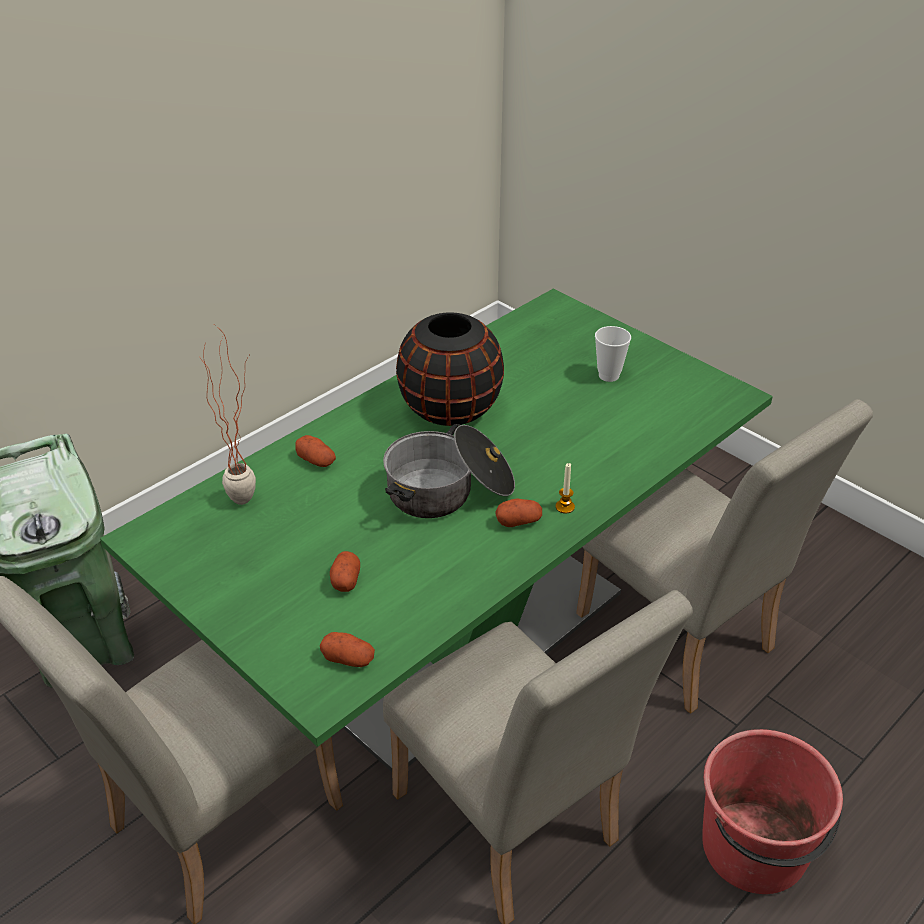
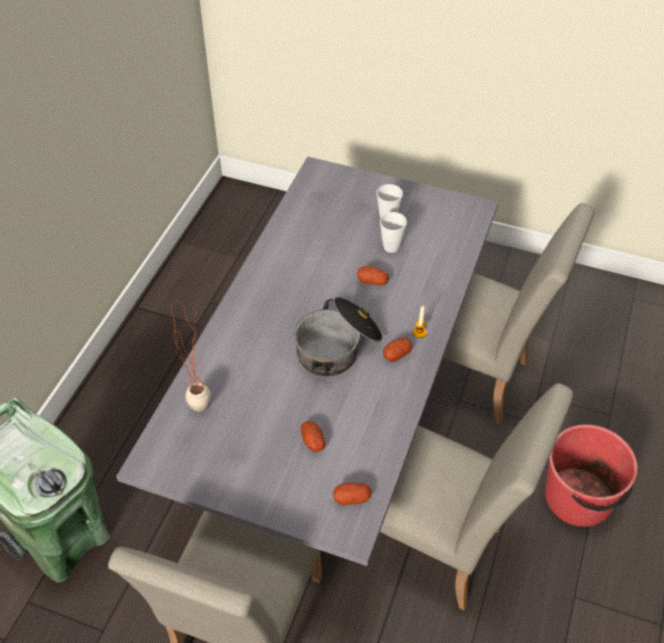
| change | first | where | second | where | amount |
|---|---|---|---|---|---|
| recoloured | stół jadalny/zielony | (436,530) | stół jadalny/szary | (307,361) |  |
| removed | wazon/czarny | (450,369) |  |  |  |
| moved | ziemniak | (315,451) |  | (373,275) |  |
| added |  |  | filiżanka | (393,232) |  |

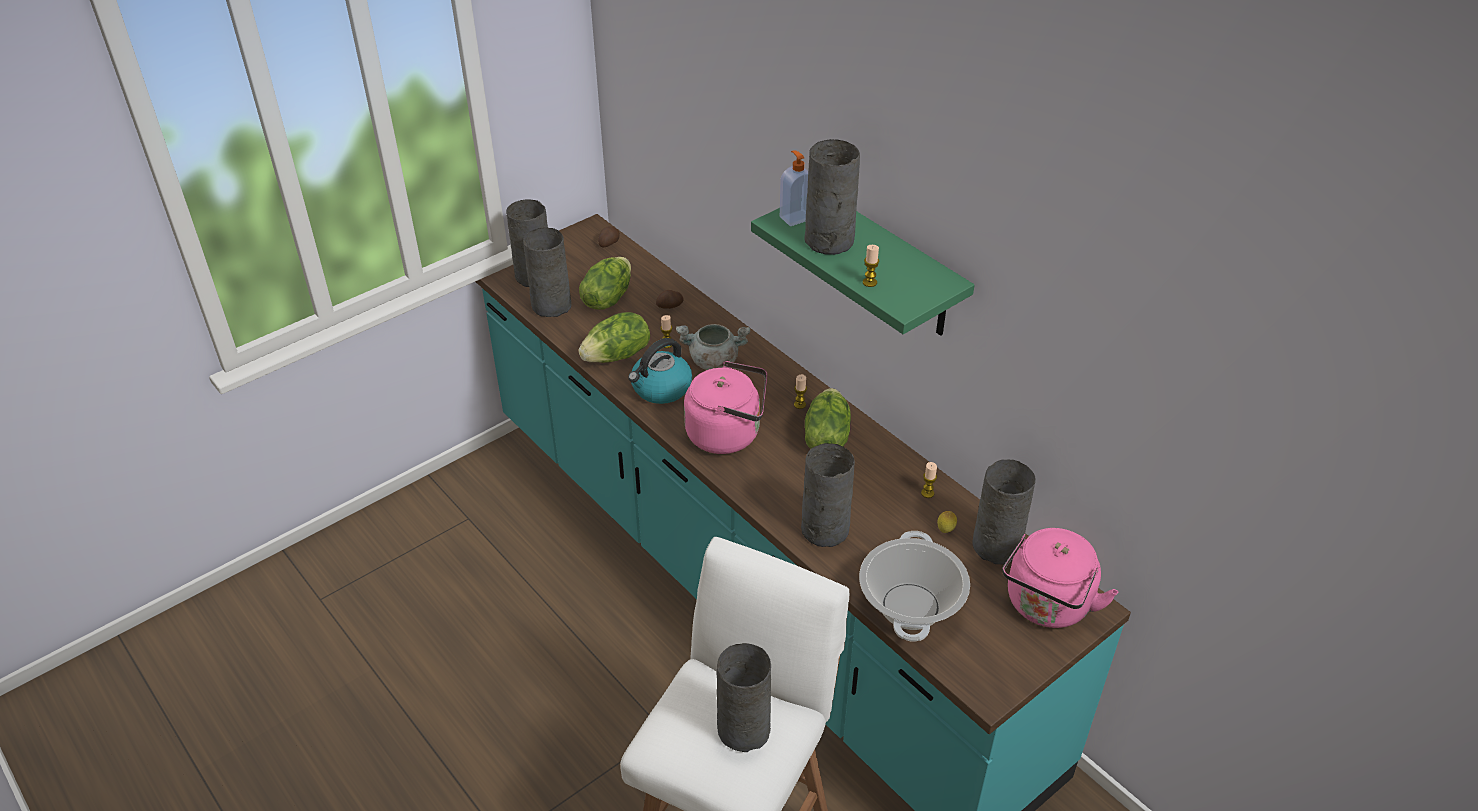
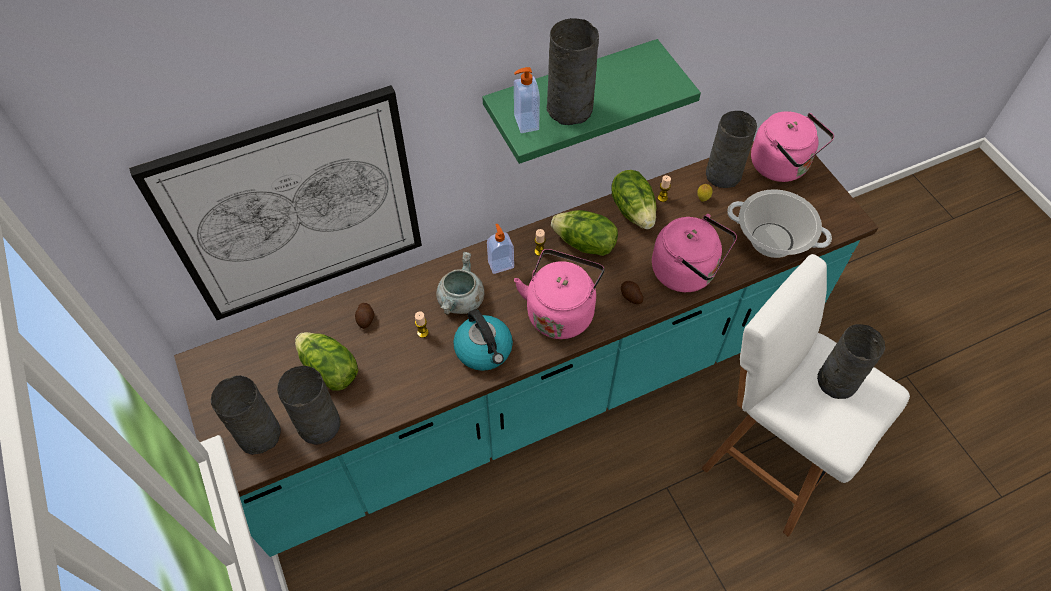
| change | first | where | second | where | amount |
|---|---|---|---|---|---|
| moved | ziemniak | (609,236) |  | (632,292) |  |
| removed | świeca | (871,266) |  |  |  |
| moved | sałata | (614,337) |  | (633,199) |  |
| replaced | wazon/szary | (828,495) | czajnik/różowy | (694,253) |  |
| added |  |  | obraz | (275,202) |  |
| added |  |  | dozownik mydła | (500,249) |  |

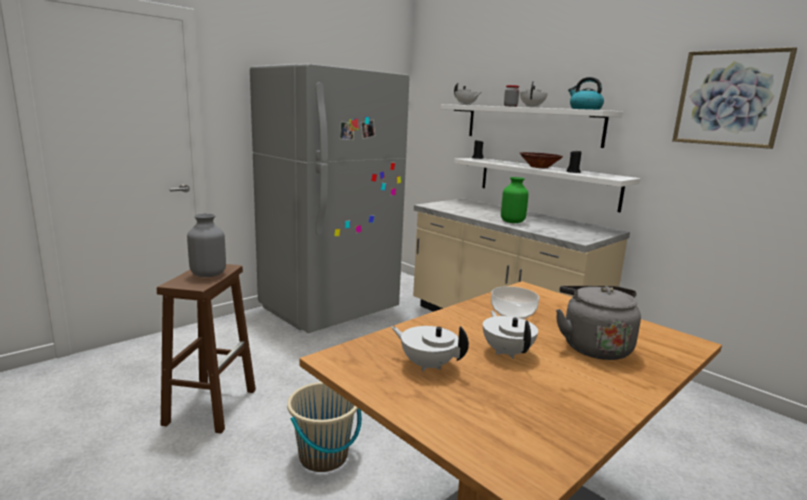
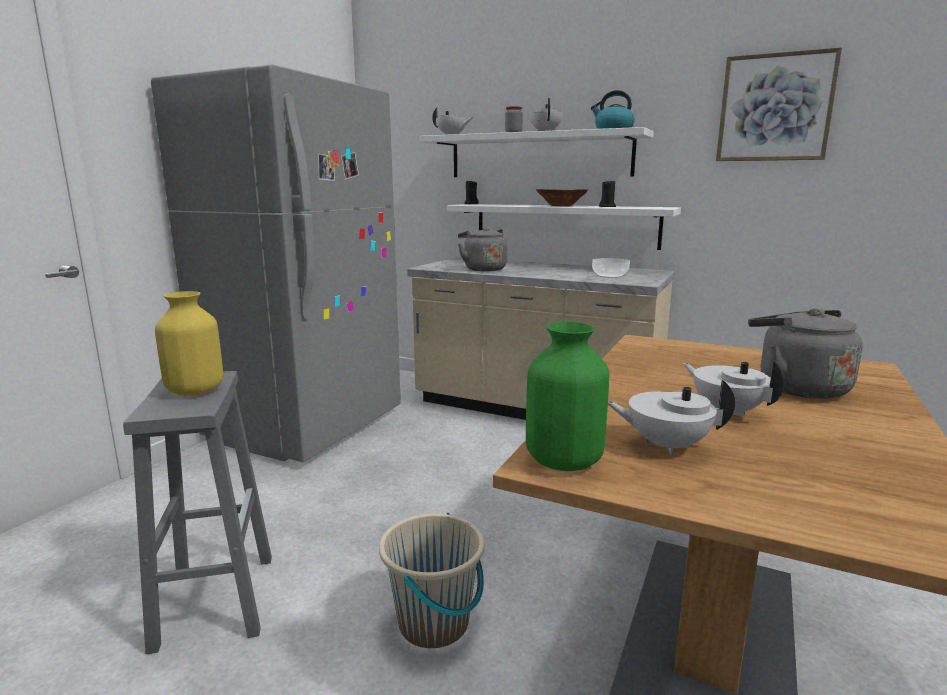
| change | first | where | second | where | amount |
|---|---|---|---|---|---|
| moved | wazon/zielony | (515,200) |  | (567,396) |  |
| recoloured | wazon/szary | (206,245) | wazon/żółty | (189,343) |  |
| recoloured | stołek/brązowy | (206,349) | stołek/szary | (197,512) |  |
| moved | miska | (515,302) |  | (611,268) |  |
| added |  |  | czajnik/szary | (482,249) |  |

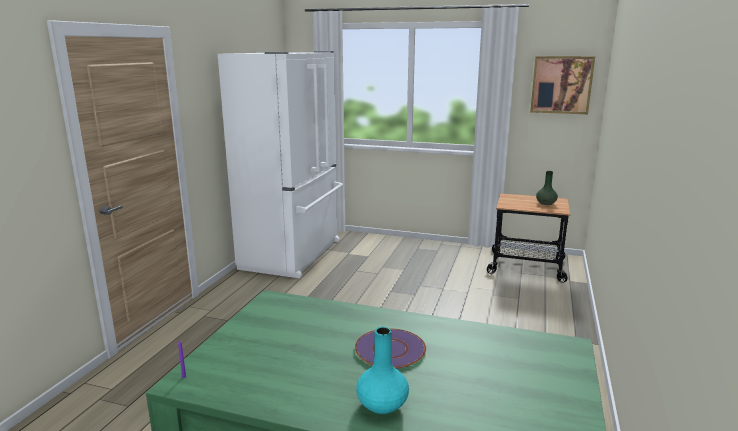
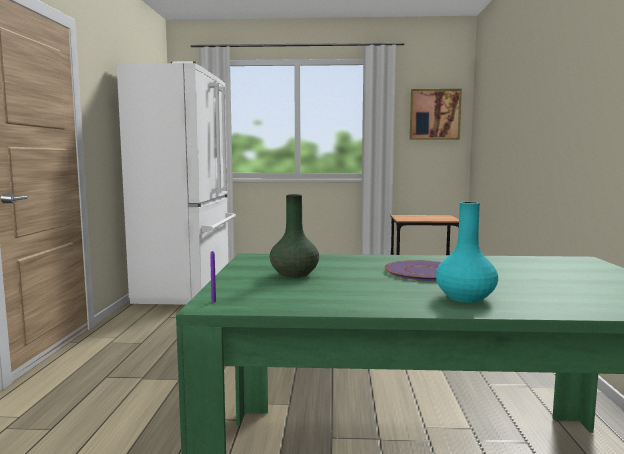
| change | first | where | second | where | amount |
|---|---|---|---|---|---|
| moved | wazon/zielony | (547,188) |  | (294,236) |  |

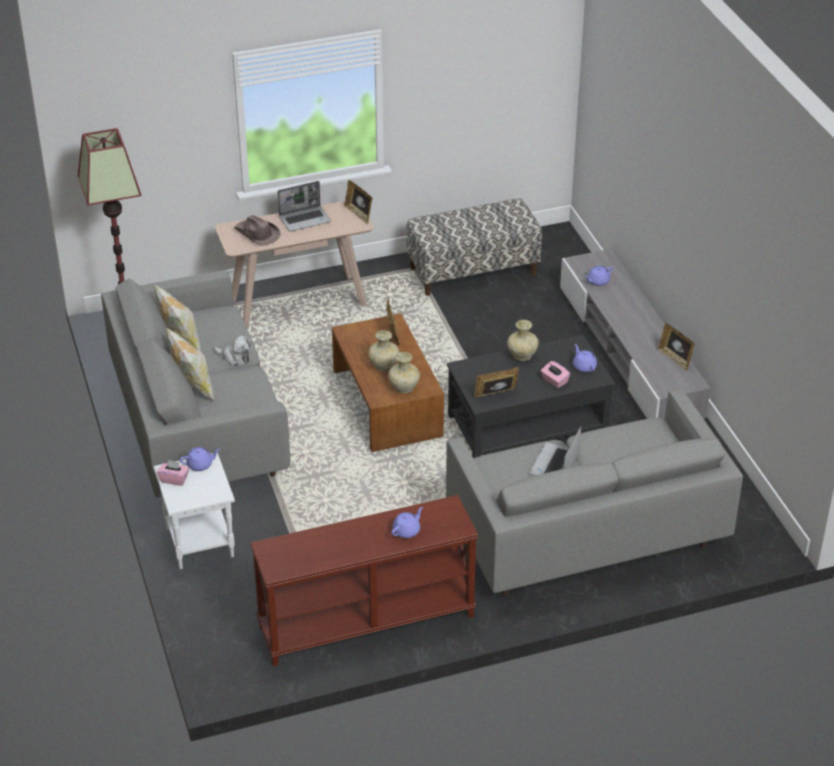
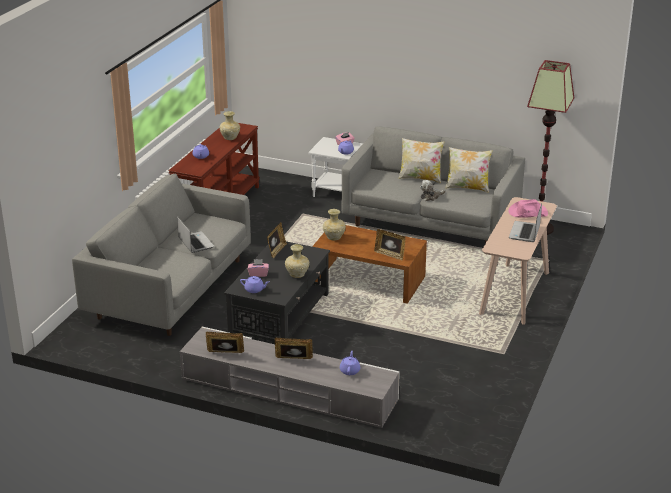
| change | first | where | second | where | amount |
|---|---|---|---|---|---|
| moved | ramka na zdjęcie | (358,202) |  | (294,348) |  |
| removed | ławka | (474,247) |  |  |  |
| recoloured | kapelusz/brązowy | (257,230) | kapelusz/różowy | (528,208) |  |
| moved | wazon/beżowy | (383,351) |  | (229,125) |  |

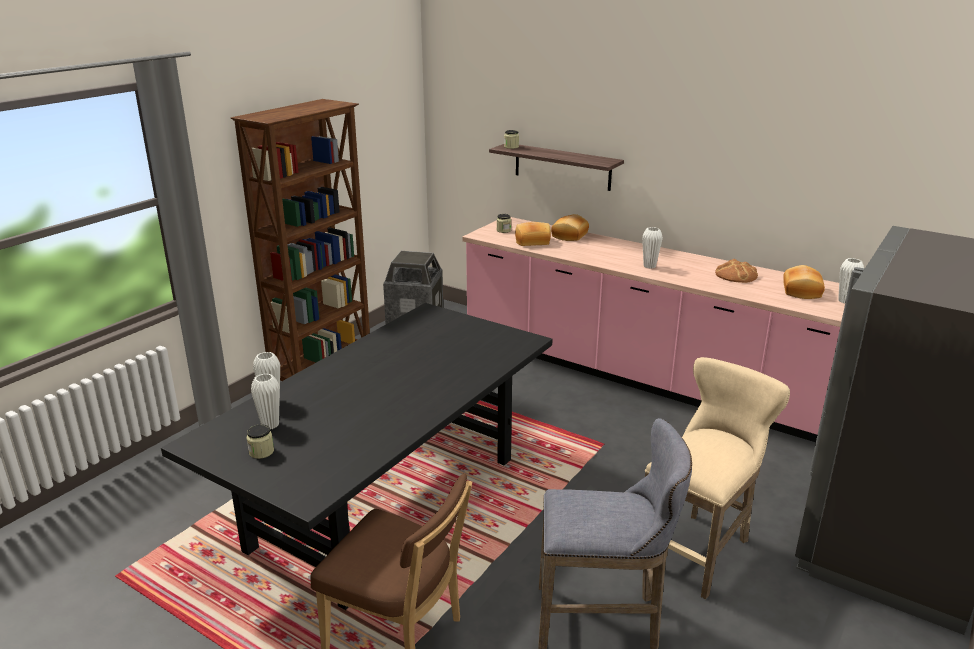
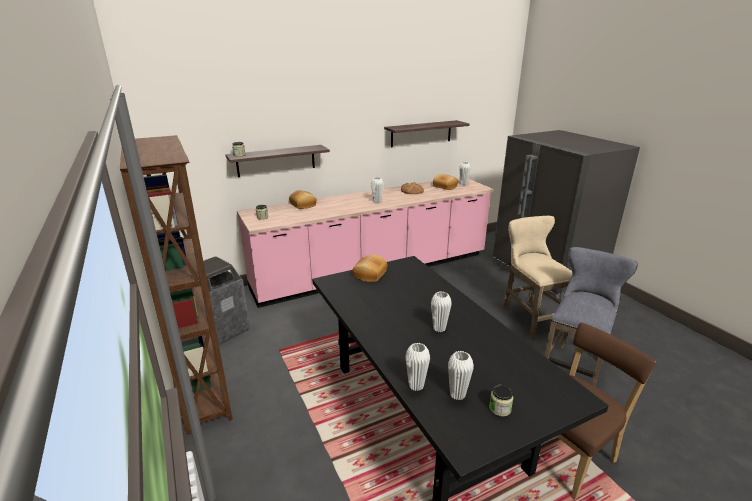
| change | first | where | second | where | amount |
|---|---|---|---|---|---|
| moved | chleb | (533,234) |  | (370,268) |  |
| added |  |  | półka | (427,134) |  |
| added |  |  | wazon/biały | (441,312) |  |

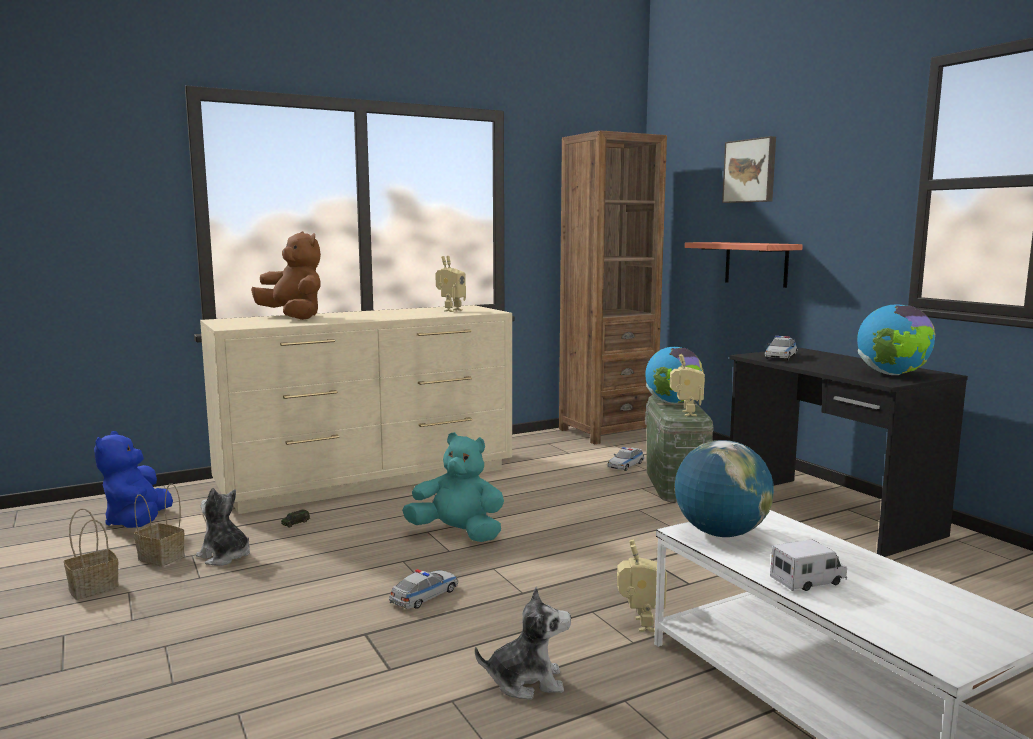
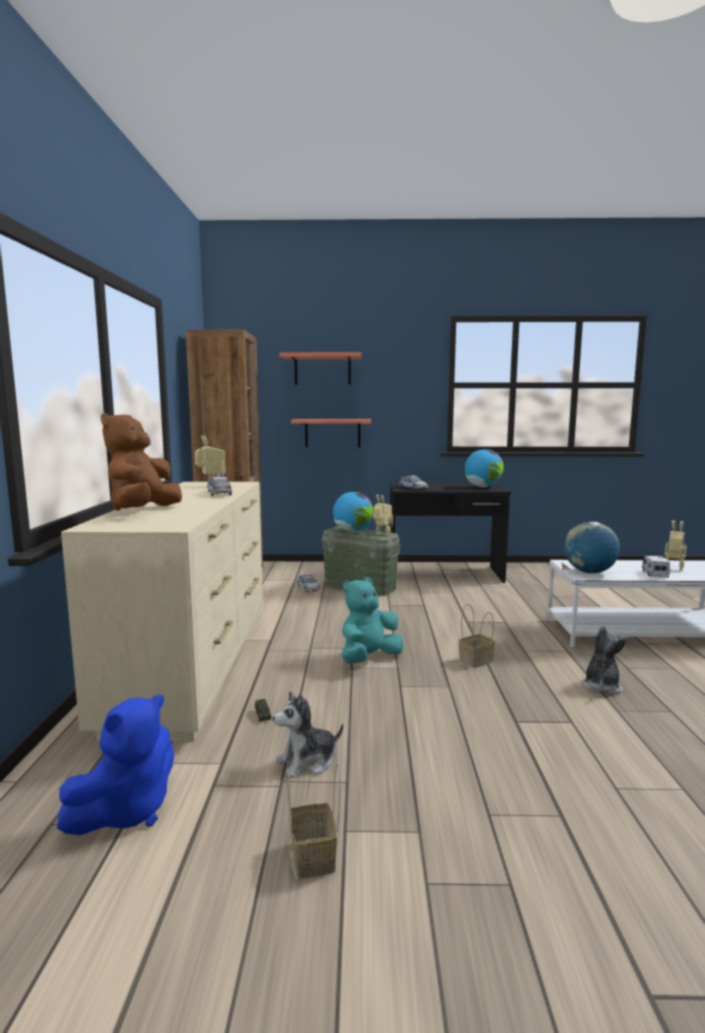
| change | first | where | second | where | amount |
|---|---|---|---|---|---|
| replaced | obraz | (749,169) | półka | (321,368) |  |
| turned | pluszak/brązowy | (286,275) |  | (141,462) | 60 degrees counterclockwise |
| turned | pluszak/niebieski | (133,479) |  | (115,764) | 75 degrees counterclockwise |
| moved | koszyk | (159,525) |  | (476,636) |  |
| moved | robot zabawkowy | (642,586) |  | (675,545) |  |
| moved | samochodzik | (423,589) |  | (219,485) |  |

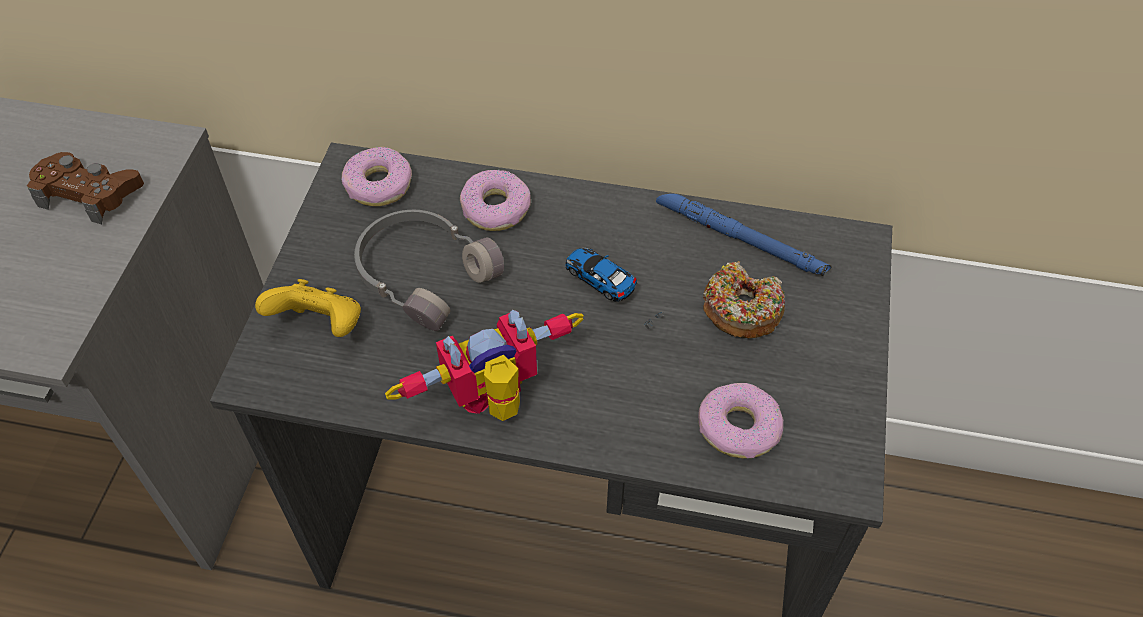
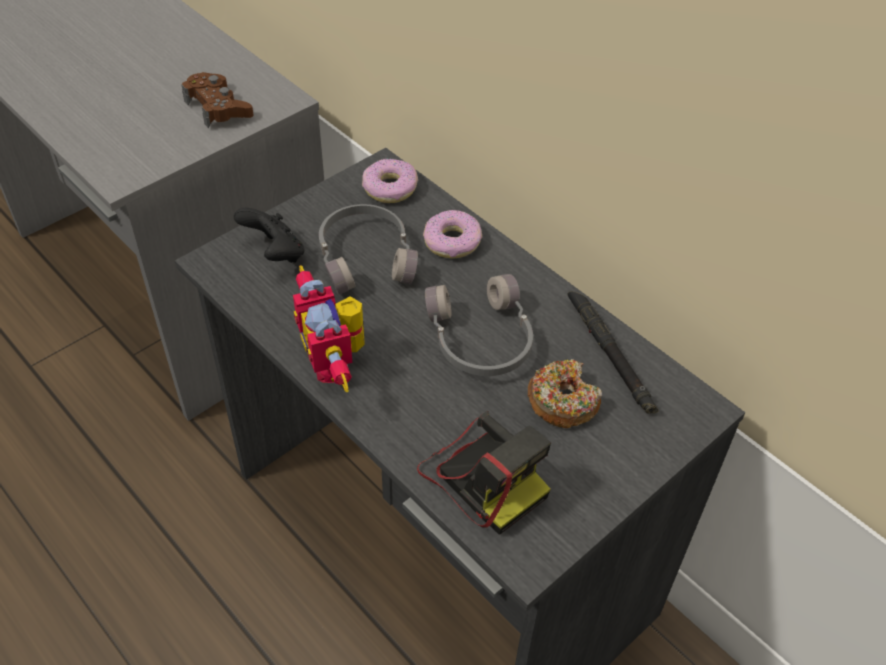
| change | first | where | second | where | amount |
|---|---|---|---|---|---|
| recoloured | latarka/niebieski | (744,235) | latarka/czarny | (613,352) |  |
| replaced | samochodzik | (615,288) | słuchawki/szary | (479,325) |  |
| recoloured | pad do gier/żółty | (308,308) | pad do gier/czarny | (269,235) |  |
| turned | robot zabawkowy | (484,365) |  | (329,328) | 120 degrees counterclockwise |
| replaced | donut | (740,420) | aparat fotograficzny | (484,473) |  |

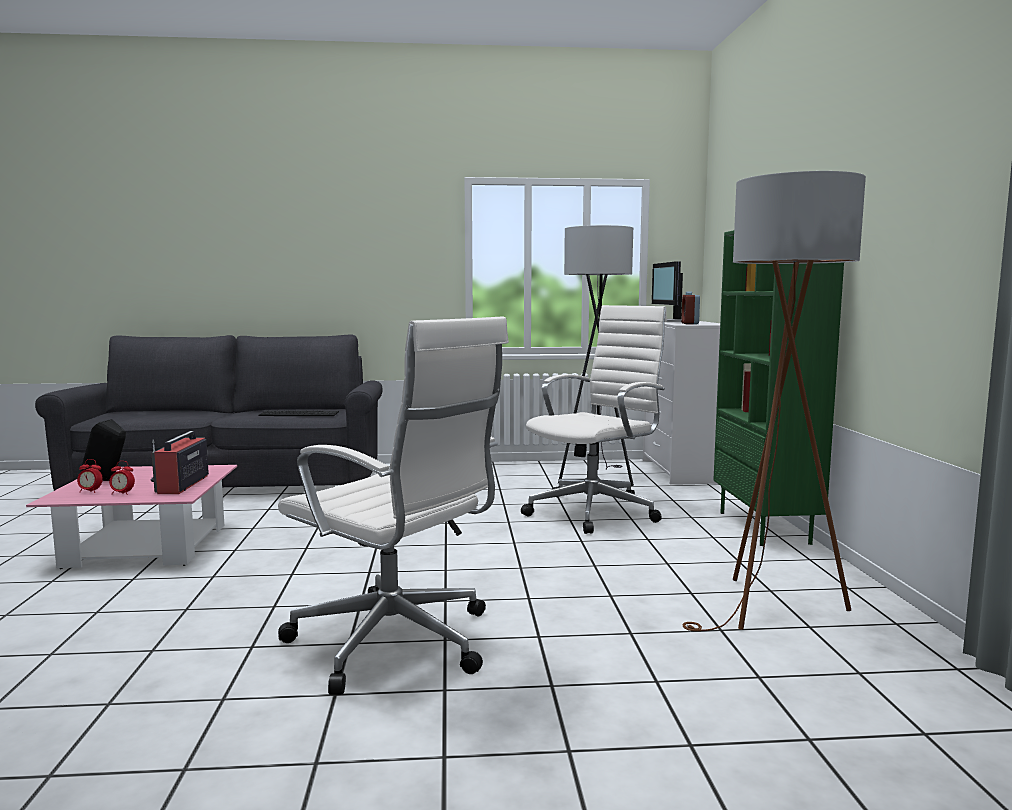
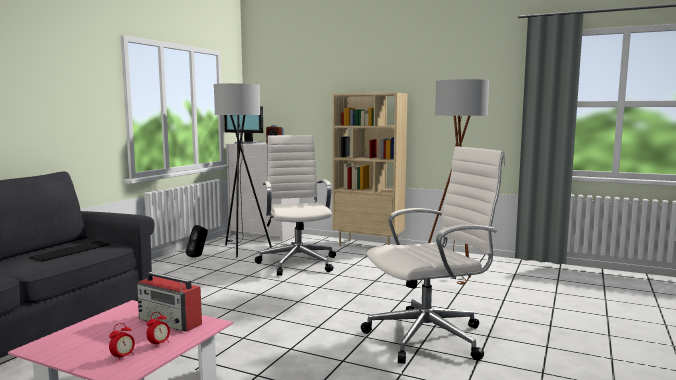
| change | first | where | second | where | amount |
|---|---|---|---|---|---|
| recoloured | regał/zielony | (778,388) | regał/beżowy | (369,169) |  |
| moved | głośnik/czarny | (103,450) |  | (197,241) |  |

